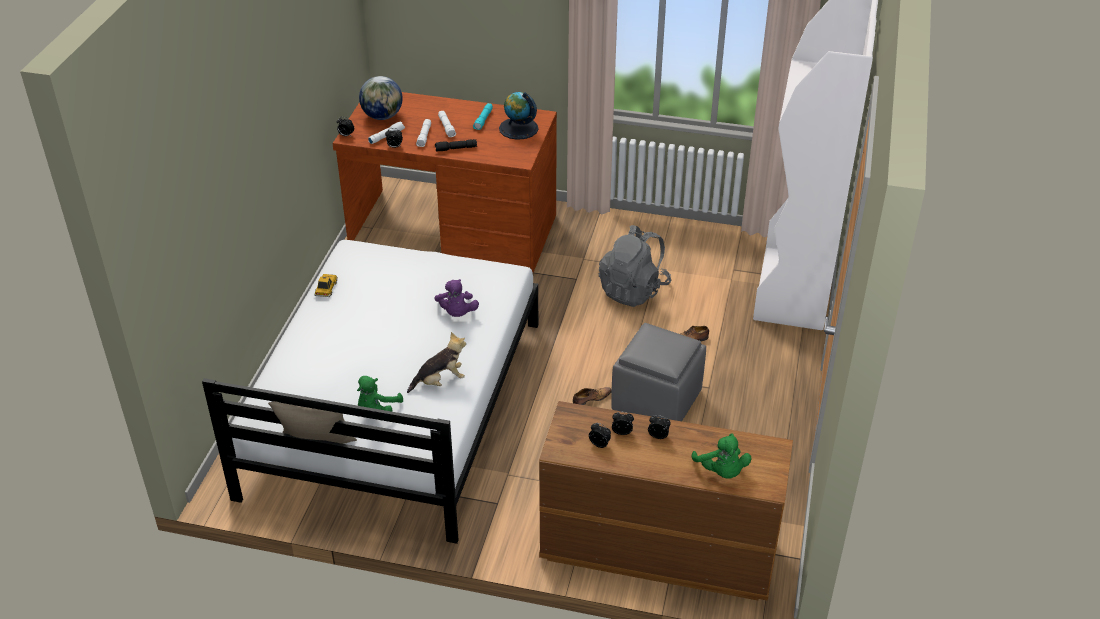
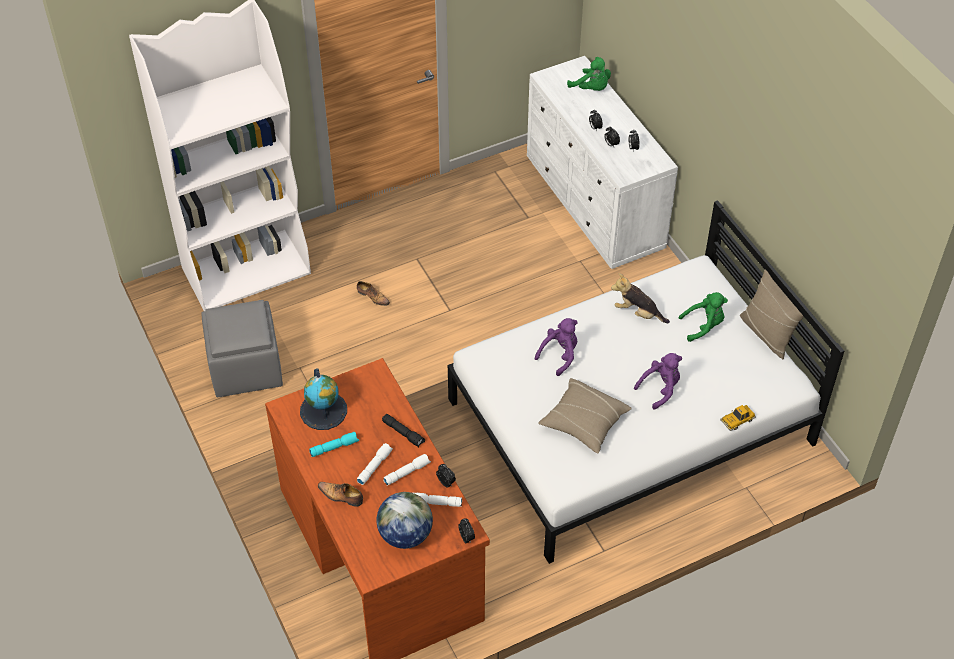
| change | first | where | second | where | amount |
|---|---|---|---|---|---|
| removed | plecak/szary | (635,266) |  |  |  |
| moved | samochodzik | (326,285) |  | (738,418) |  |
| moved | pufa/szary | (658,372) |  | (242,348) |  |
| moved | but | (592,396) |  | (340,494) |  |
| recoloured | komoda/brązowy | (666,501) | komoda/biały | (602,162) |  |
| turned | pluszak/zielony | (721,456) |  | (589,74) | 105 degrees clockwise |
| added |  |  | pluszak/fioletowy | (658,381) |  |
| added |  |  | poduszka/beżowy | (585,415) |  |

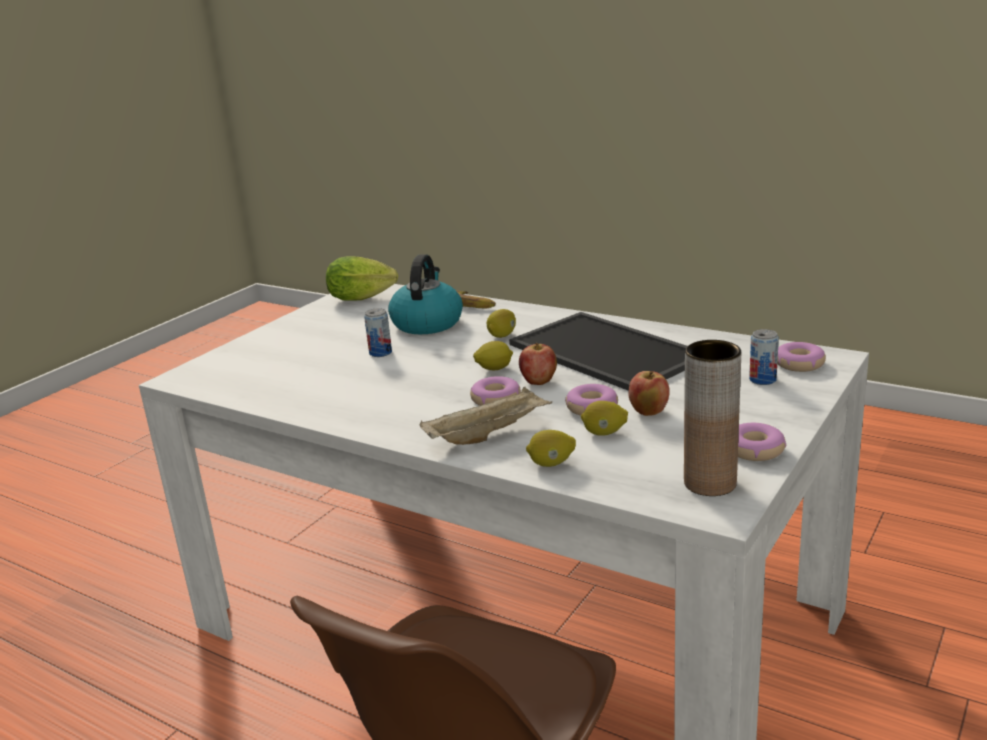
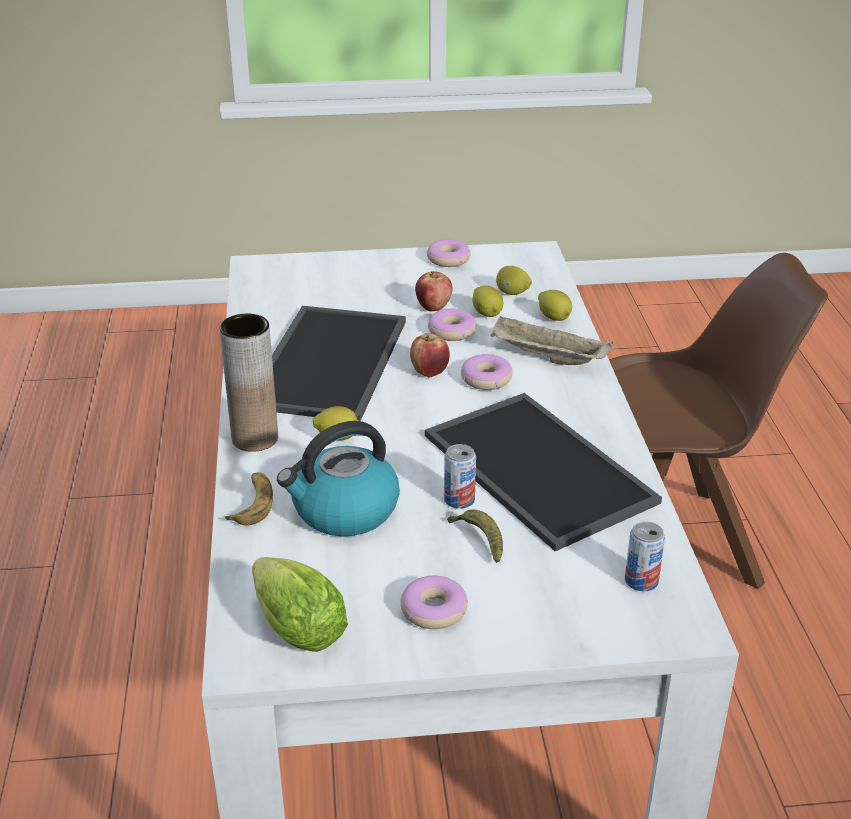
| change | first | where | second | where | amount |
|---|---|---|---|---|---|
| moved | puszka | (764,357) |  | (645,556) |  |
| moved | wazon/brązowy | (712,418) |  | (249,383) |  |
| moved | cytryna | (493,355) |  | (514,280) |  |
| moved | donut | (801,357) |  | (434,602) |  |
| added |  |  | taca | (543,472) |  |
| added |  |  | banan | (475,536) |  |

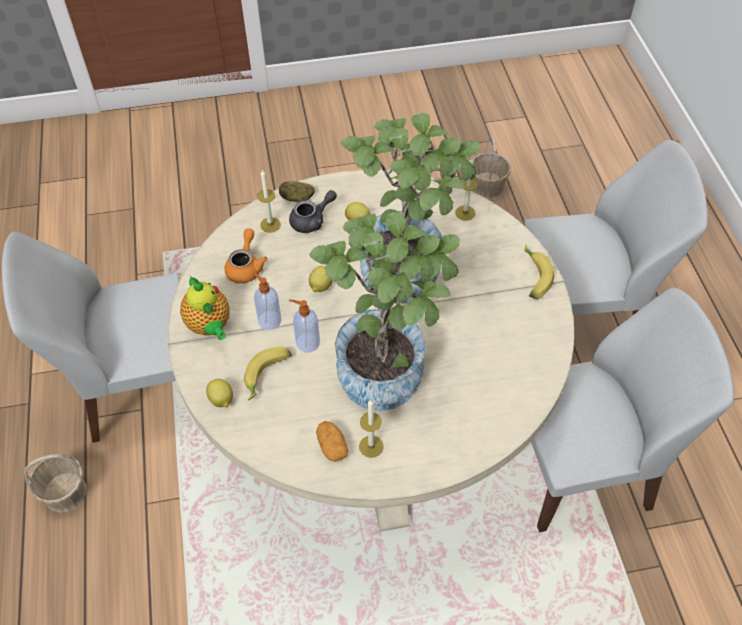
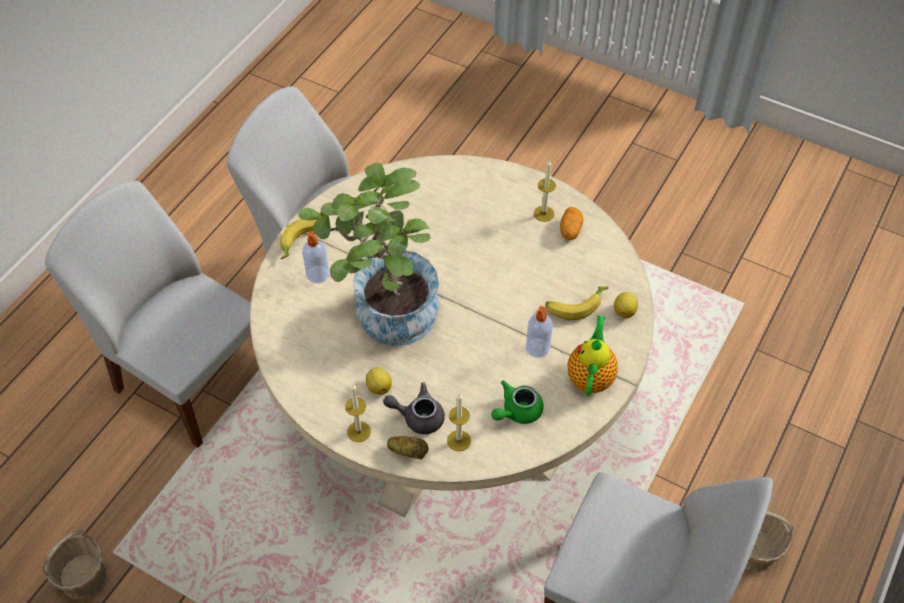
| change | first | where | second | where | amount |
|---|---|---|---|---|---|
| moved | świeca | (466,189) |  | (358,413) |  |
| removed | roślina doniczkowa | (384,311) |  |  |  |
| recoloured | imbryk/pomarańczowy | (246,256) | imbryk/zielony | (517,402) |  |
| removed | cytryna | (321,279) |  |  |  |
| moved | dozownik mydła | (304,326) |  | (315,257) |  |

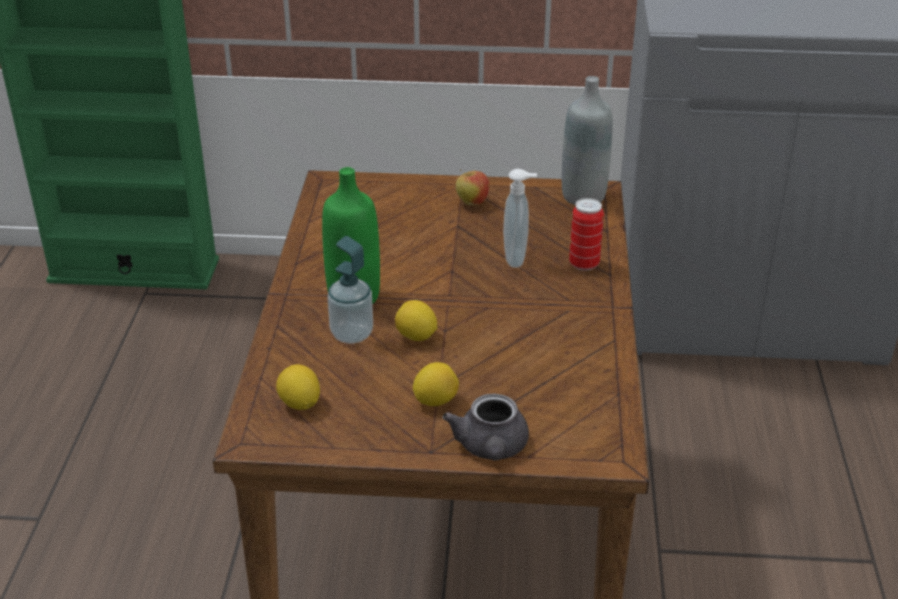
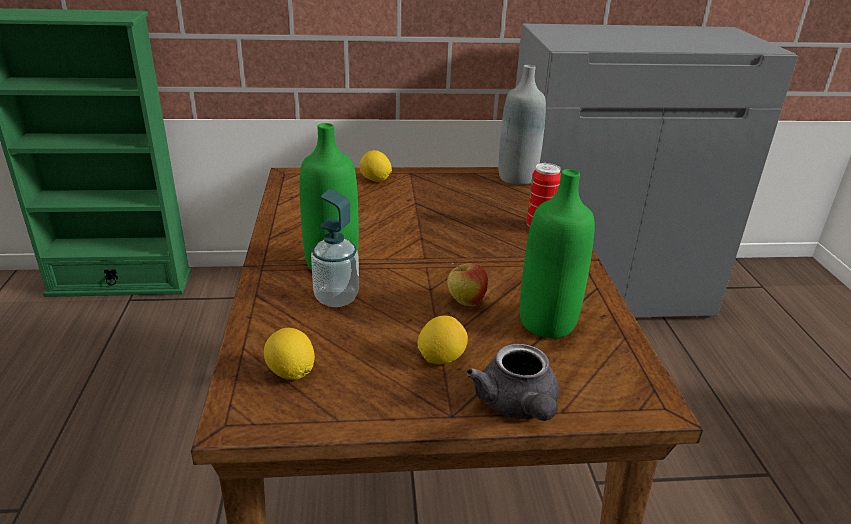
| change | first | where | second | where | amount |
|---|---|---|---|---|---|
| moved | jabłko | (472,187) |  | (467,284) |  |
| removed | dozownik mydła | (520,218) |  |  |  |
| moved | cytryna | (416,320) |  | (375,166) |  |
| added |  |  | butelka/zielony | (557,253) |  |

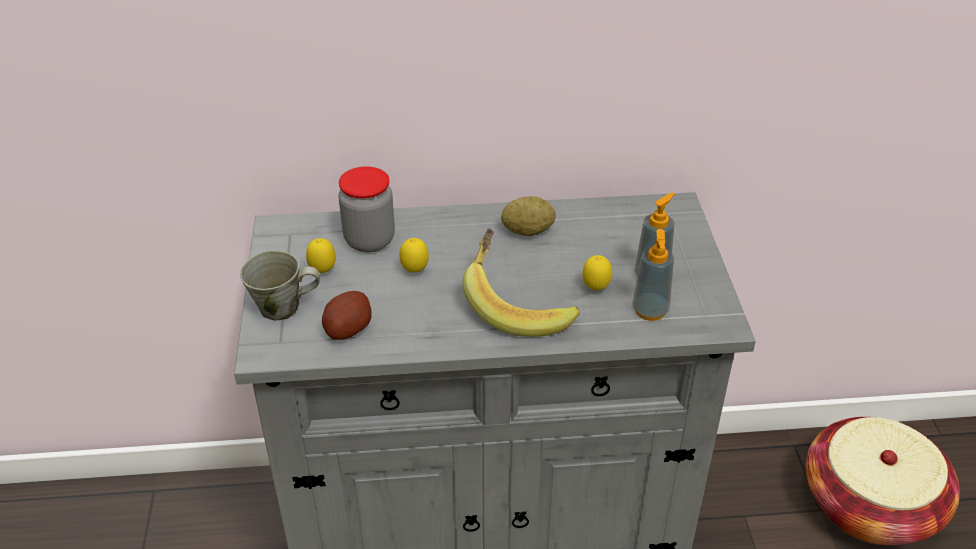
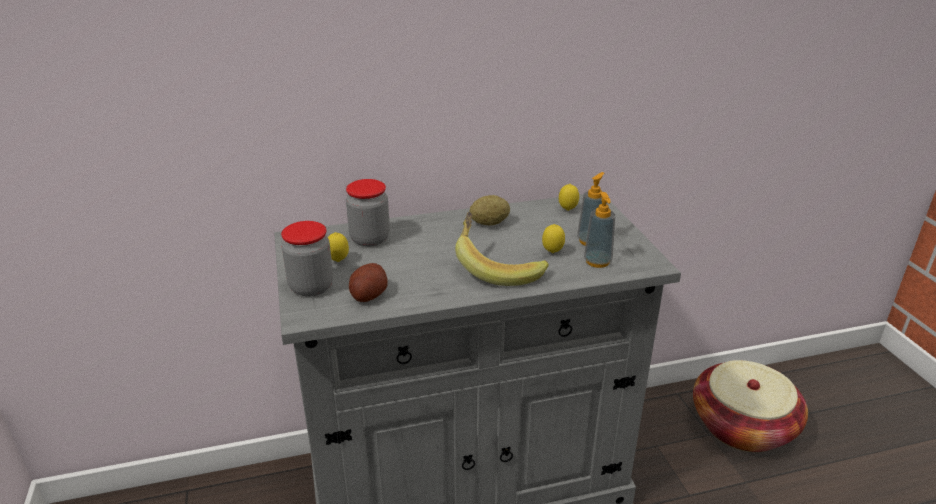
| change | first | where | second | where | amount |
|---|---|---|---|---|---|
| moved | cytryna | (414,255) |  | (569,197) |  |
| replaced | kubek/szary | (280,285) | słoik | (307,259) |  |

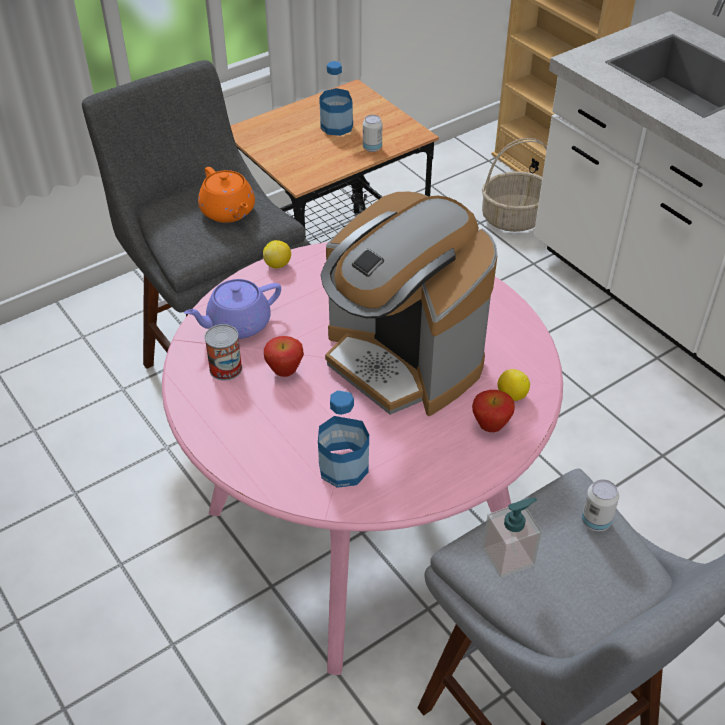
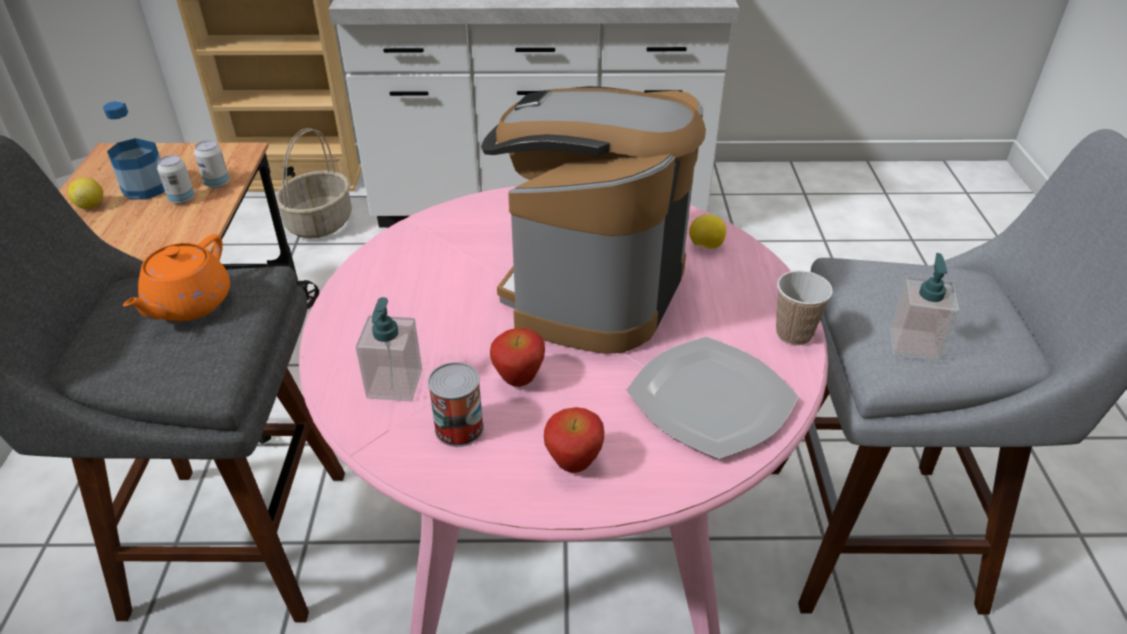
| change | first | where | second | where | amount |
|---|---|---|---|---|---|
| turned | imbryk/pomarańczowy | (226,195) |  | (176,278) | 105 degrees clockwise |
| turned | ekspres do kawy | (409,303) |  | (593,220) | 120 degrees clockwise |
| moved | cytryna | (277,254) |  | (85,193) |  |
| replaced | imbryk/fioletowy | (232,309) | dozownik mydła | (388,349) |  |
| replaced | butelka | (343,439) | talerz | (712,398) |  |
| moved | jabłko | (493,411) |  | (574,440) |  |
| moved | puszka | (600,505) |  | (176,179) |  |
| added |  |  | filiżanka | (804,308) |  |

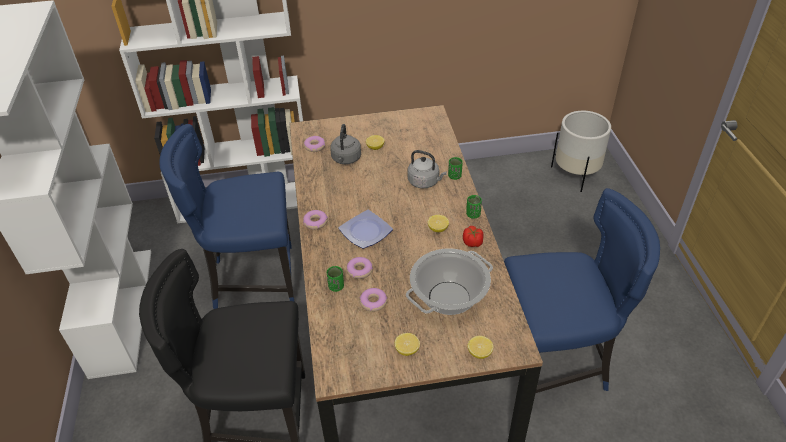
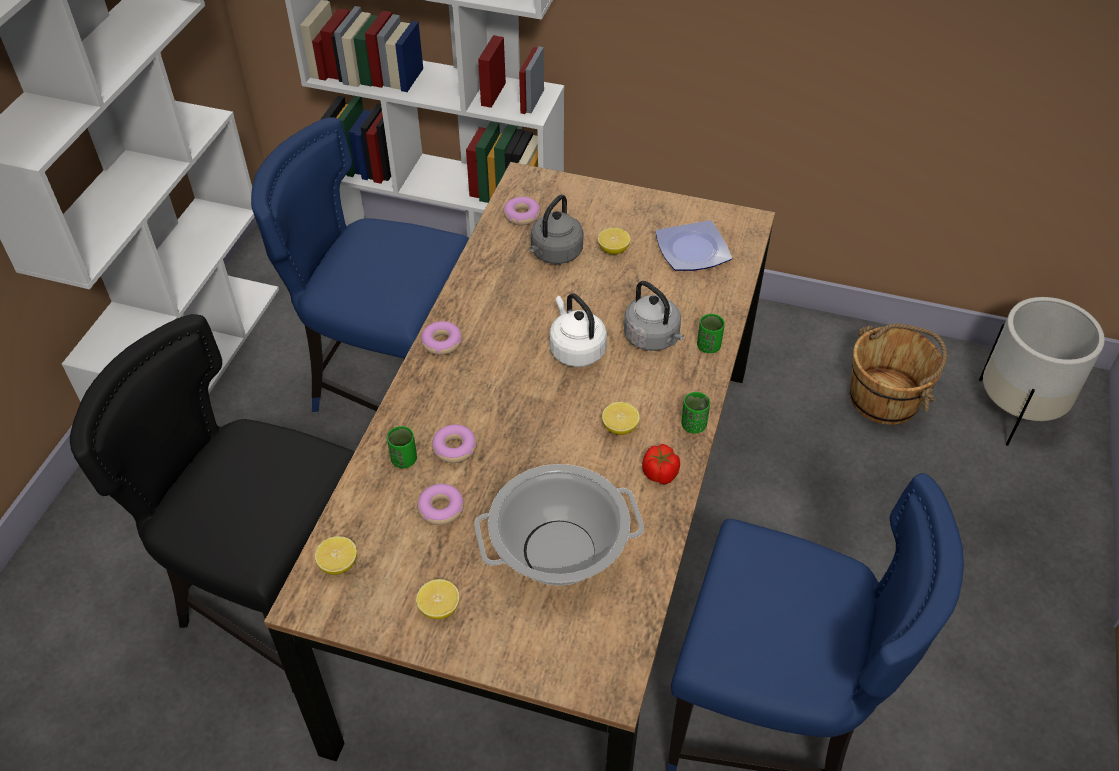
| change | first | where | second | where | amount |
|---|---|---|---|---|---|
| moved | talerz | (365,229) |  | (693,245) |  |
| moved | cytryna | (480,347) |  | (336,555) |  |
| added |  |  | czajnik/biały | (578,330) |  |
| added |  |  | wiadro/brązowy | (898,374) |  |

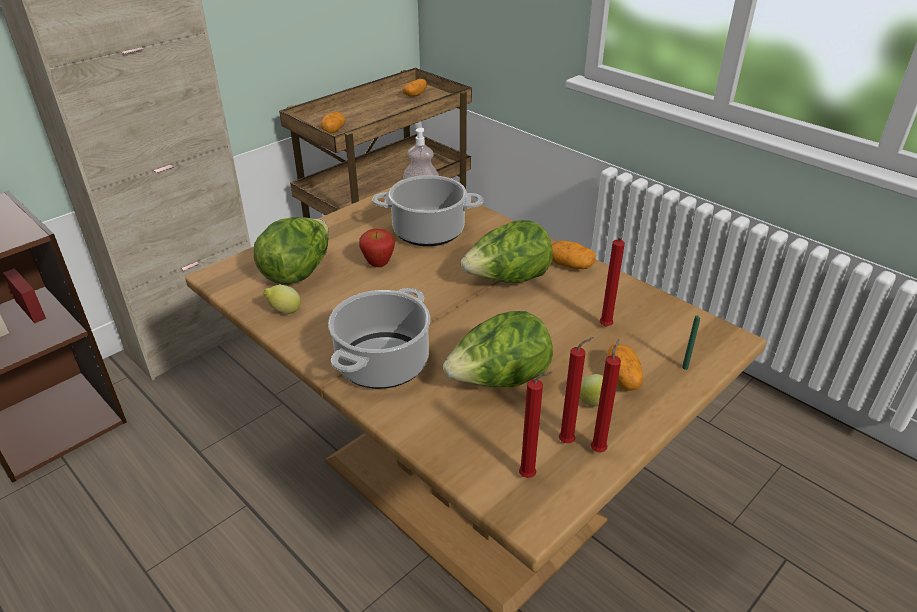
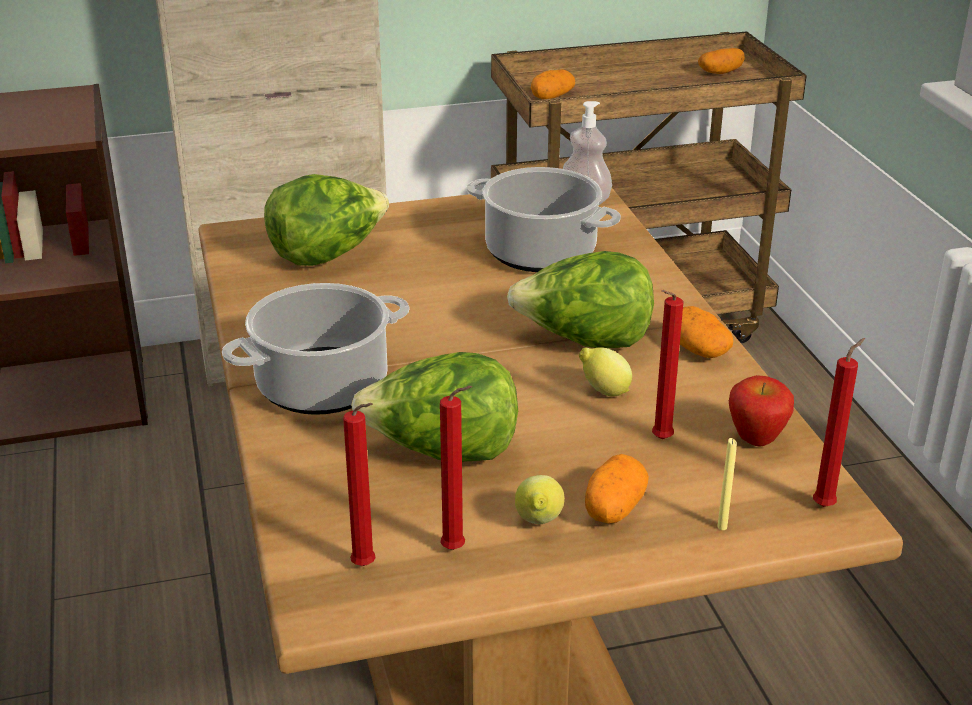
| change | first | where | second | where | amount |
|---|---|---|---|---|---|
| moved | jabłko | (377,248) |  | (761,411) |  |
| moved | cytryna | (282,299) |  | (605,372) |  |
| recoloured | świeca/zielony | (691,342) | świeca/żółty | (727,484) |  |
| moved | świeca/czerwony | (606,396) |  | (839,422) |  |

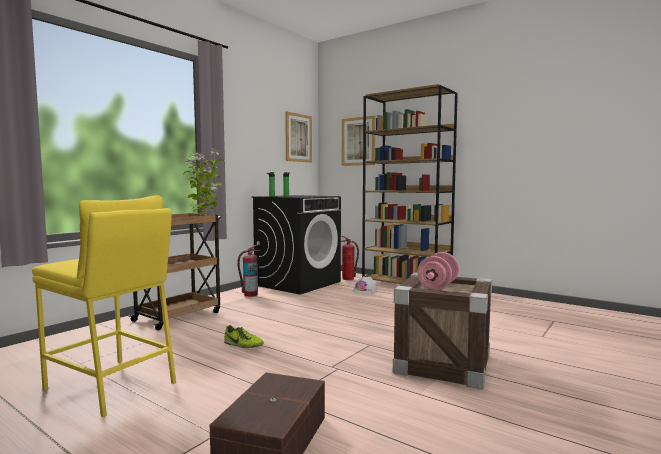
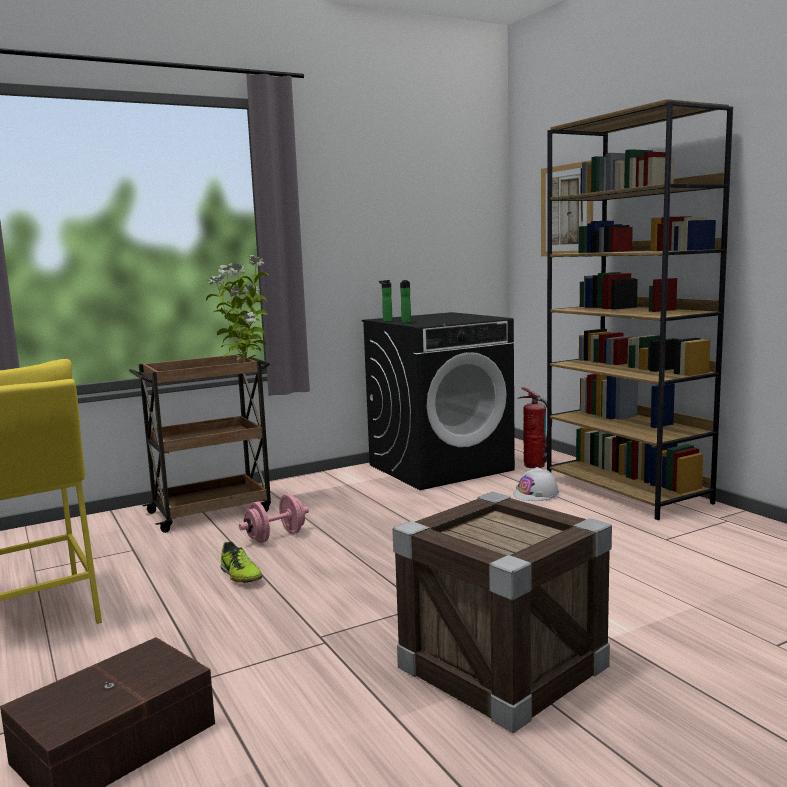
| change | first | where | second | where | amount |
|---|---|---|---|---|---|
| removed | obraz | (298,137) |  |  |  |
| removed | gaśnica | (249,270) |  |  |  |
| moved | hantel/różowy | (438,271) |  | (274,518) |  |

